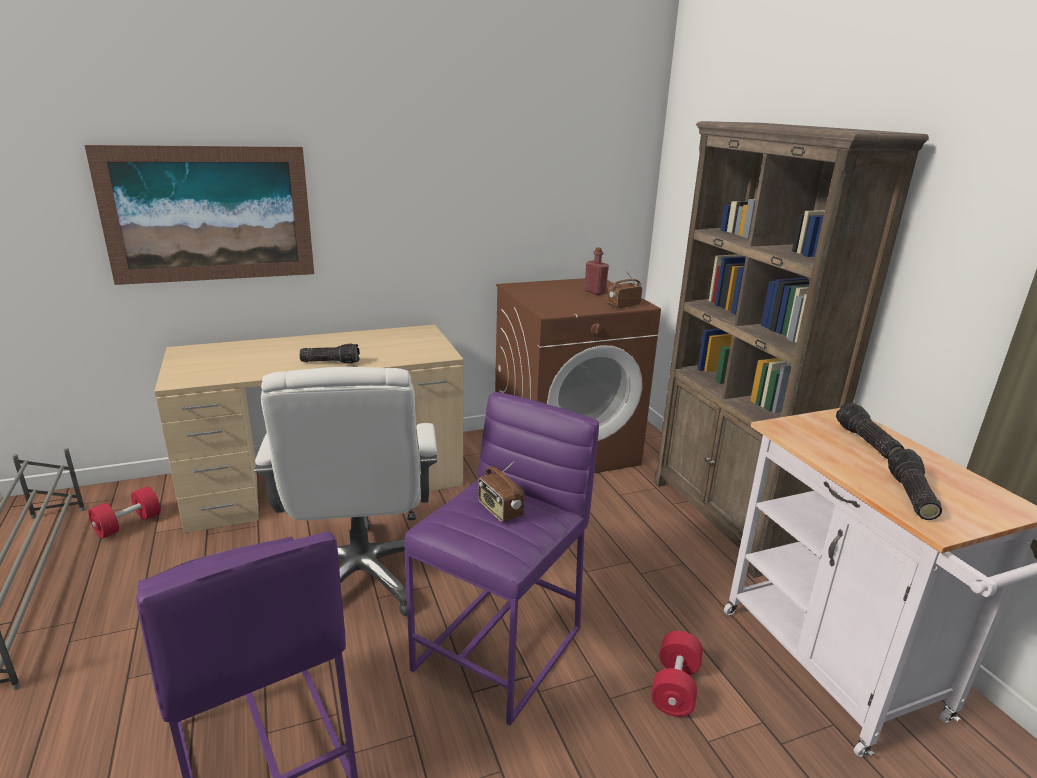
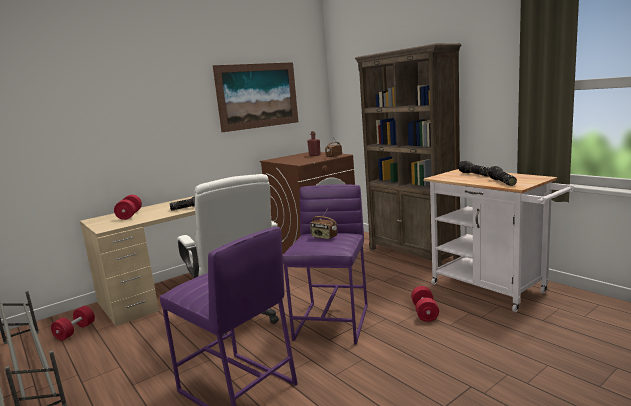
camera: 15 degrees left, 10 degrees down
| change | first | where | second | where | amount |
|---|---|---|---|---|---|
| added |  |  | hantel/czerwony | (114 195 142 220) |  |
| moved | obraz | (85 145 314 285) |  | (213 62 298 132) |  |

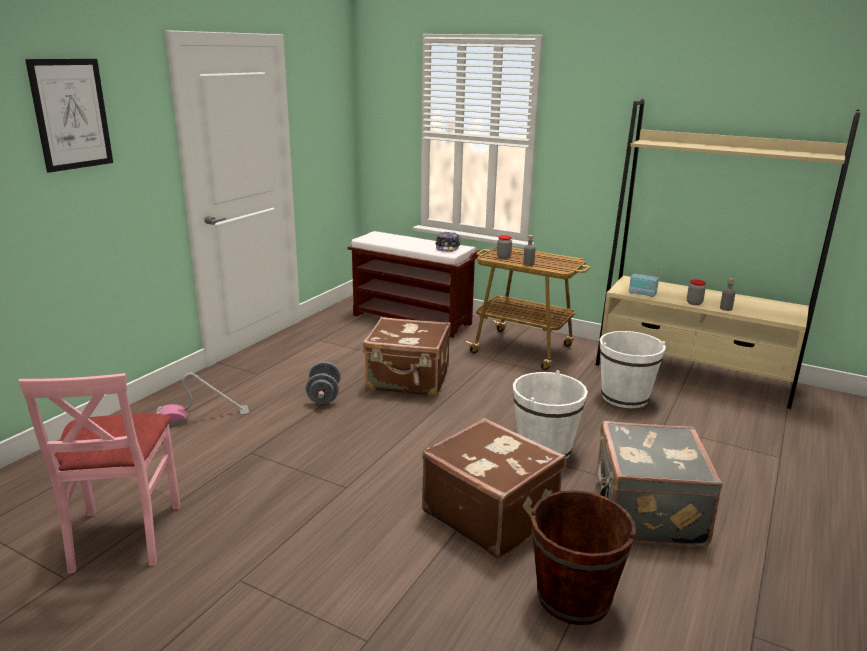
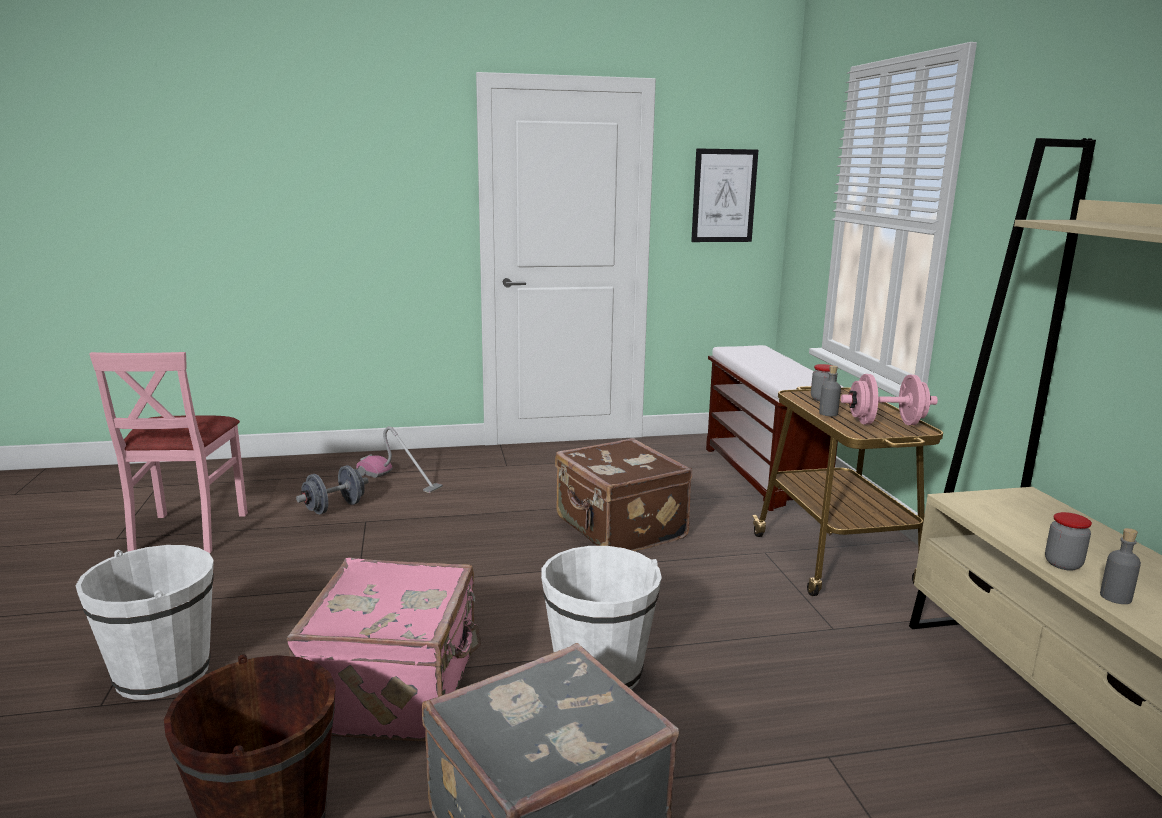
camera: 50 degrees right, 5 degrees down
| change | first | where | second | where | amount |
|---|---|---|---|---|---|
| removed | czapka z daszkiem | (435 232 461 252) |  |  |  |
| removed | radio | (629 267 660 297) |  |  |  |
| added |  |  | hantel/różowy | (841 374 938 425) |  |
| moved | obraz | (25 59 113 173) |  | (691 149 758 242) |  |
| moved | hantel/szary | (306 362 341 404) |  | (296 465 369 514) |  |
| moved | wiadro/biały | (600 331 666 408) |  | (76 545 214 700) |  |
| recoloured | walizka/brązowy | (422 418 566 559) | walizka/różowy | (287 558 481 742) |  |
| turned | krzesło/różowy | (18 373 180 574) |  | (90 352 248 553) | 45 degrees counterclockwise |

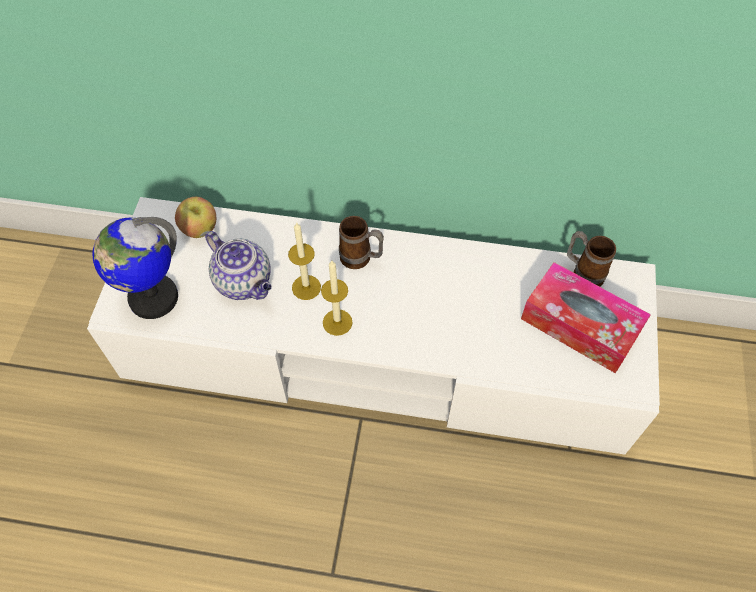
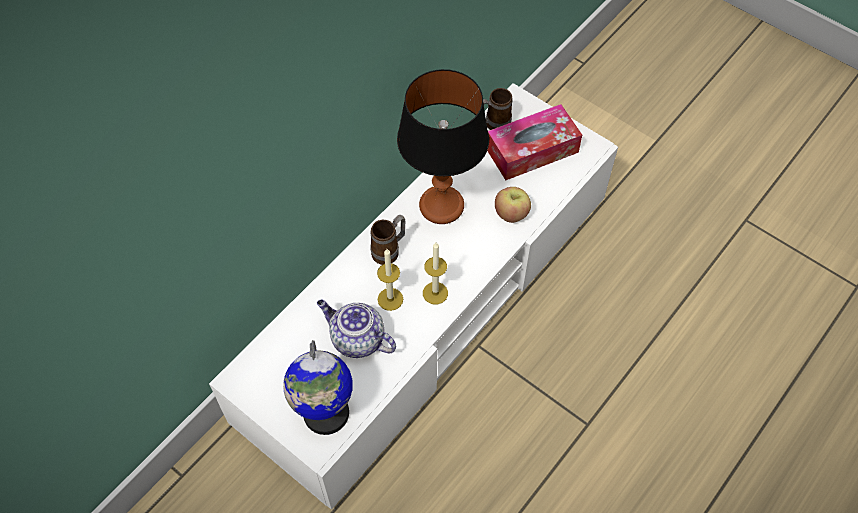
camera: 60 degrees left, 0 degrees up
| change | first | where | second | where | amount |
|---|---|---|---|---|---|
| added |  |  | lampa stołowa | (397 69 489 224) |  |
| moved | jabłko | (175 197 216 238) |  | (495 187 531 223) |  |
| turned | imbryk | (205 231 272 300) |  | (317 299 396 358) | 135 degrees counterclockwise |

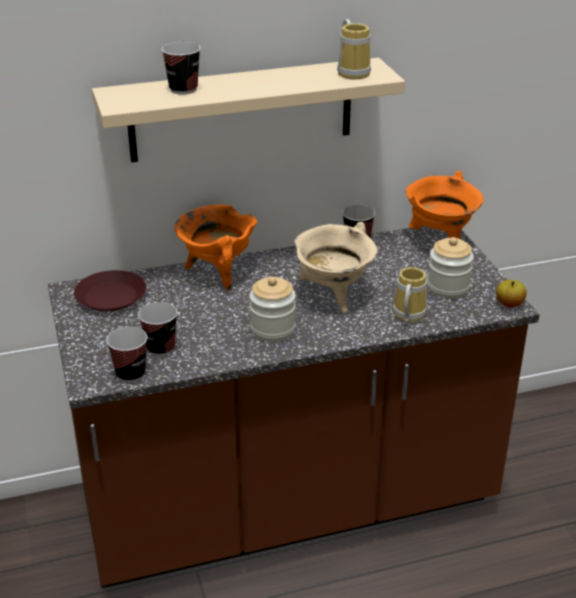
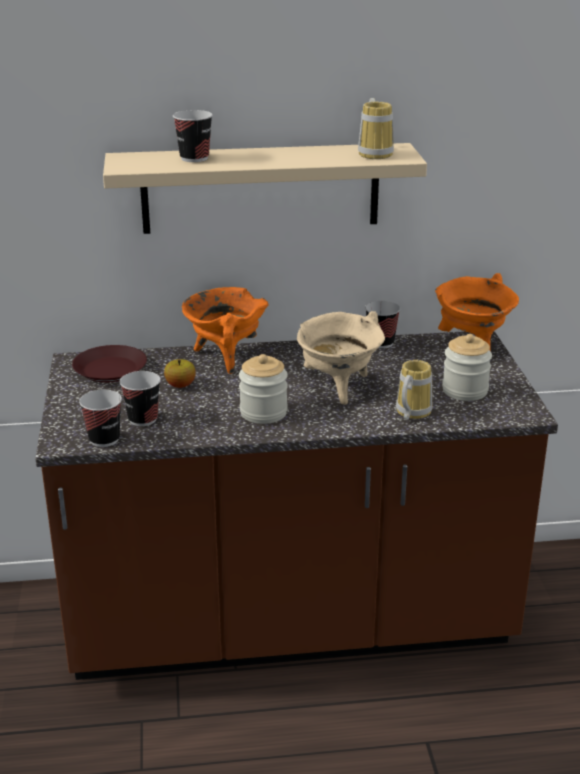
camera: 10 degrees right, 5 degrees down
| change | first | where | second | where | amount |
|---|---|---|---|---|---|
| moved | jabłko | (496 280 527 307) |  | (164 359 196 388) |  |

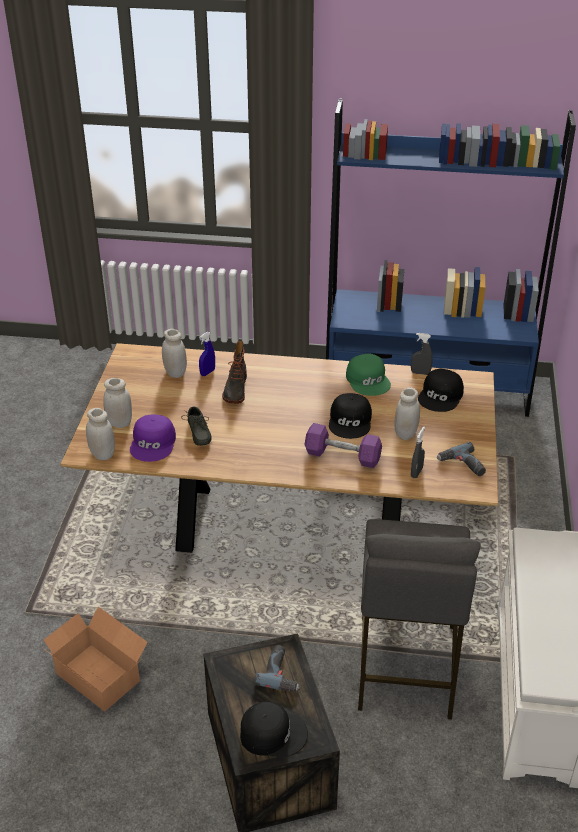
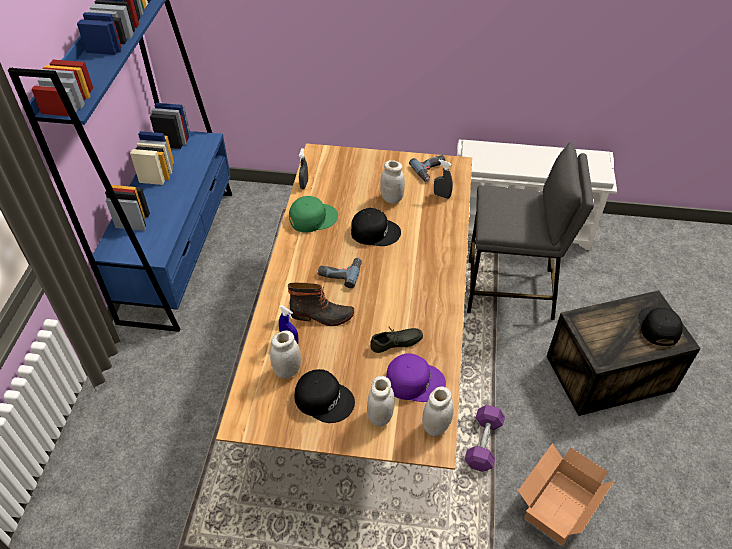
camera: 90 degrees left, 10 degrees up
| change | first | where | second | where | amount |
|---|---|---|---|---|---|
| moved | wiertarka | (254 645 300 692) |  | (318 258 362 288) |  |
| moved | hantel/fioletowy | (304 423 382 468) |  | (465 405 505 472) |  |
| moved | czapka z daszkiem/czarny | (418 369 464 412) |  | (294 369 355 423) |  |

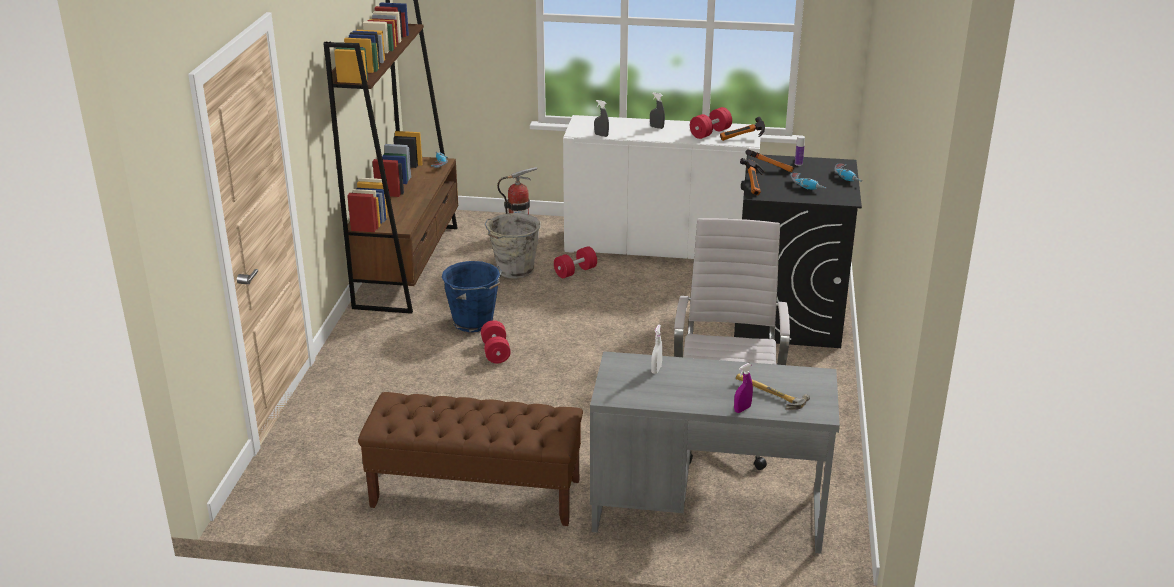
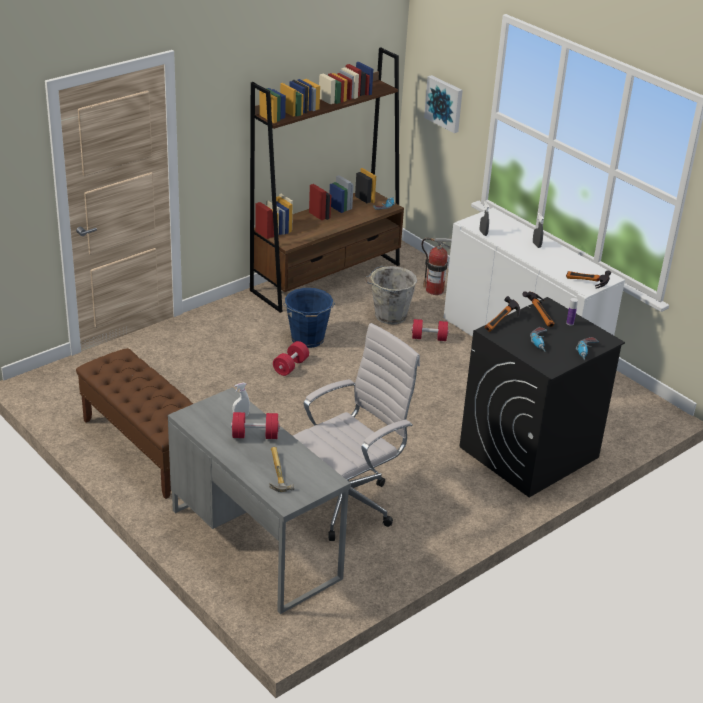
camera: 40 degrees right, 5 degrees up
| change | first | where | second | where | amount |
|---|---|---|---|---|---|
| removed | spryskiwacz/fioletowy | (734 363 753 413) |  |  |  |
| added |  |  | obraz | (424 75 463 133) |  |
| moved | hantel/czerwony | (690 107 732 139) |  | (231 412 280 439) |  |

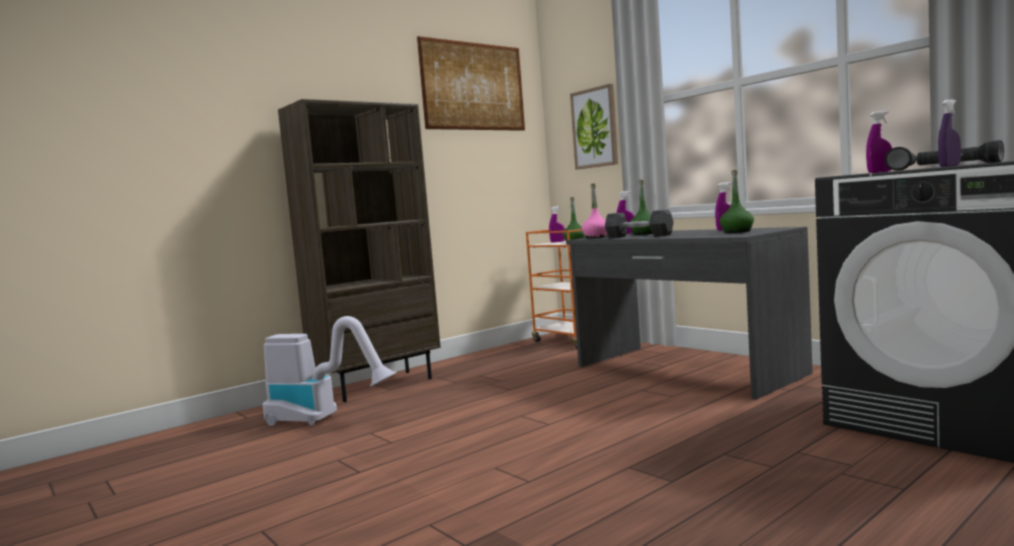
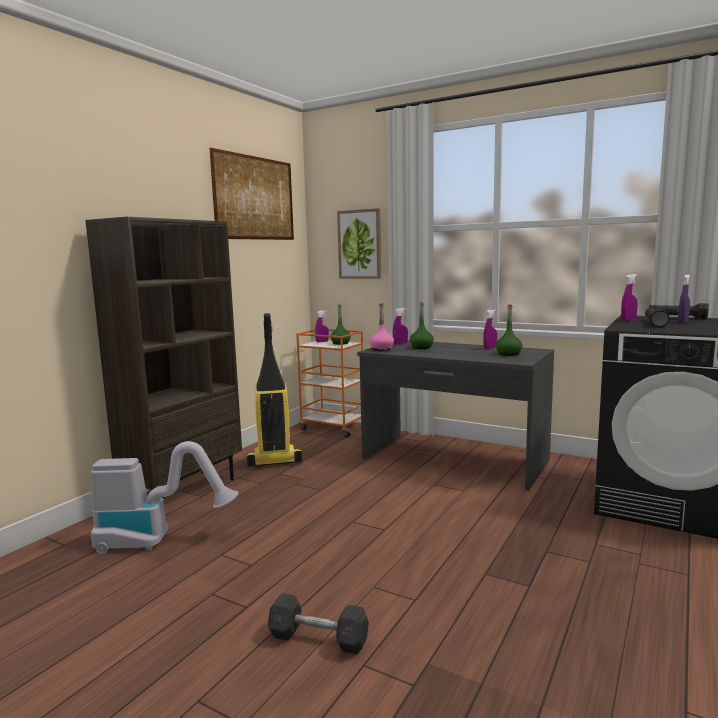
camera: 20 degrees left, 5 degrees up
| change | first | where | second | where | amount |
|---|---|---|---|---|---|
| added |  |  | odkurzacz | (247 313 302 467) |  |
| moved | hantel/szary | (605 210 674 238) |  | (268 593 369 654) |  |

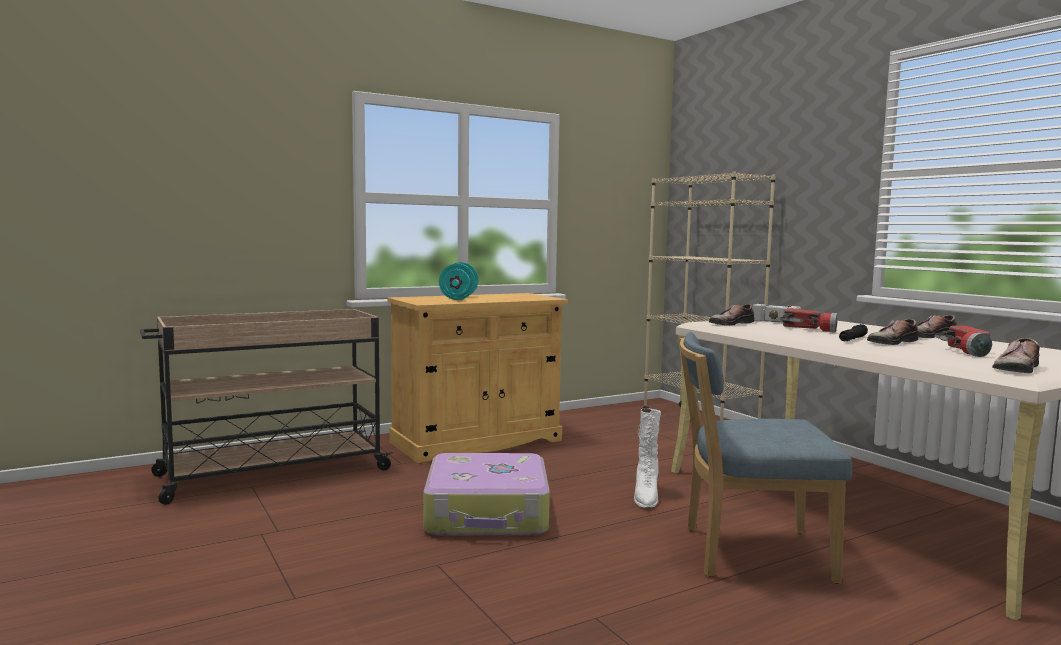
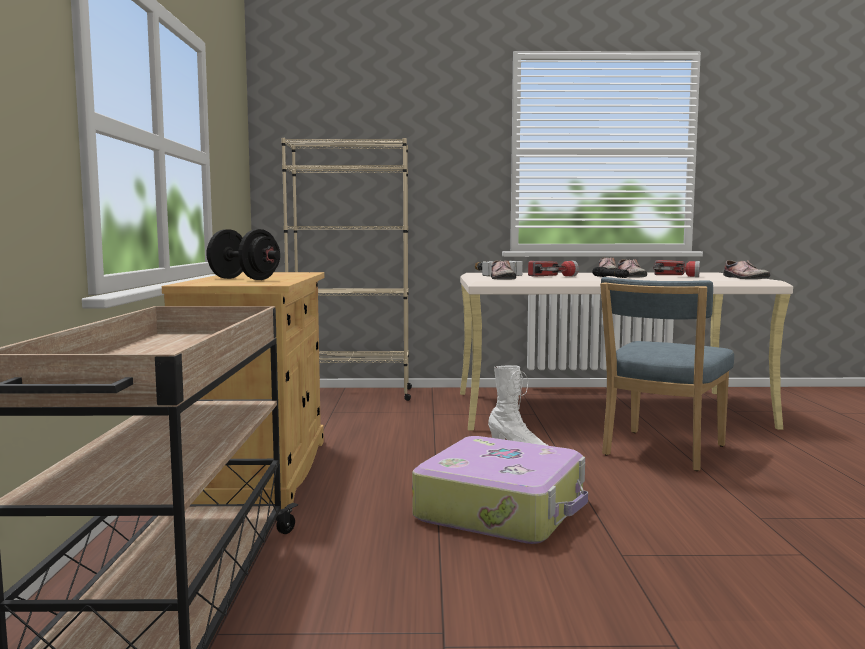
camera: 60 degrees left, 0 degrees up
| change | first | where | second | where | amount |
|---|---|---|---|---|---|
| recoloured | hantel/turkusowy | (439 262 479 300) | hantel/czarny | (206 229 280 280) |  |

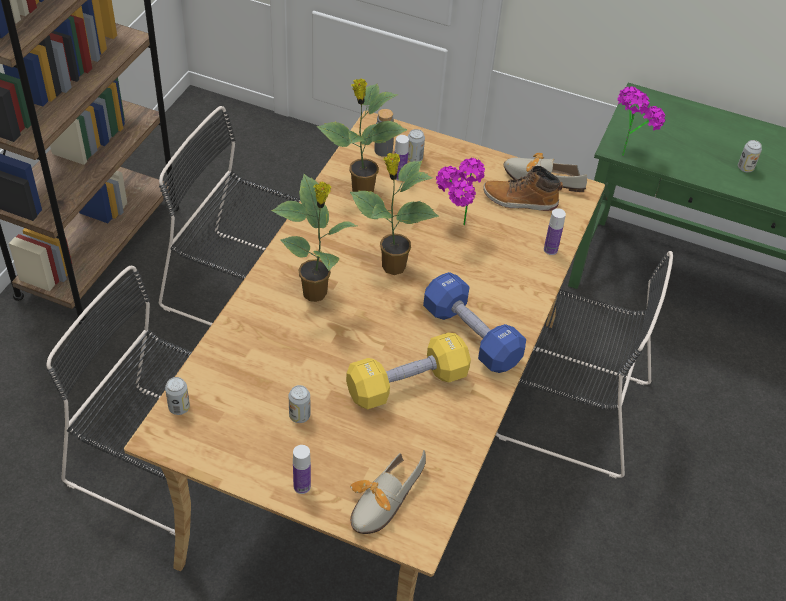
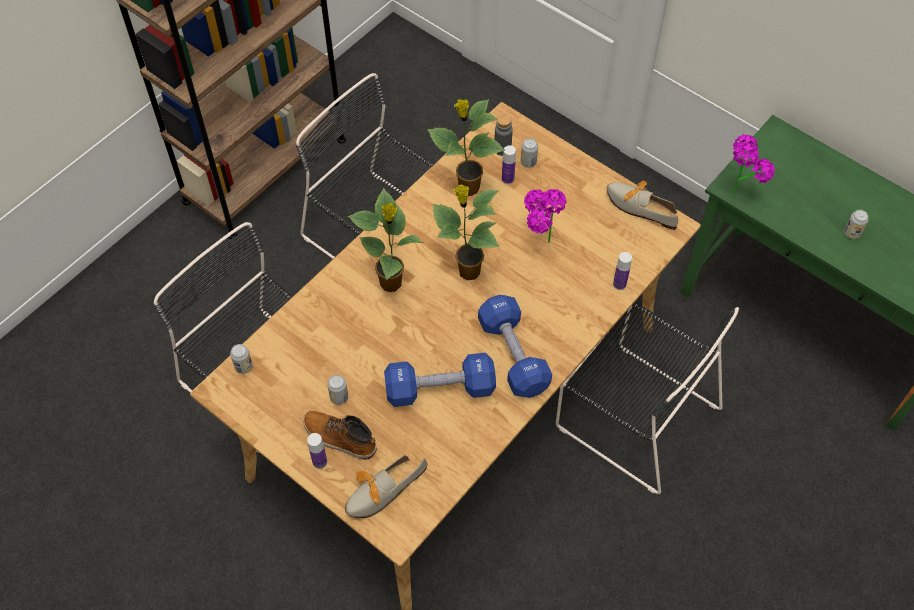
camera: 20 degrees right, 10 degrees up
| change | first | where | second | where | amount |
|---|---|---|---|---|---|
| moved | but z cholewką | (483 166 563 211) |  | (303 411 377 460) |  |
| recoloured | hantel/żółty | (346 333 471 409) | hantel/niebieski | (384 353 496 407) |  |

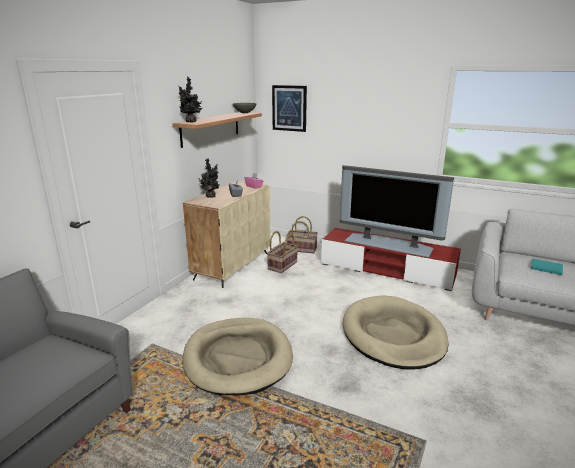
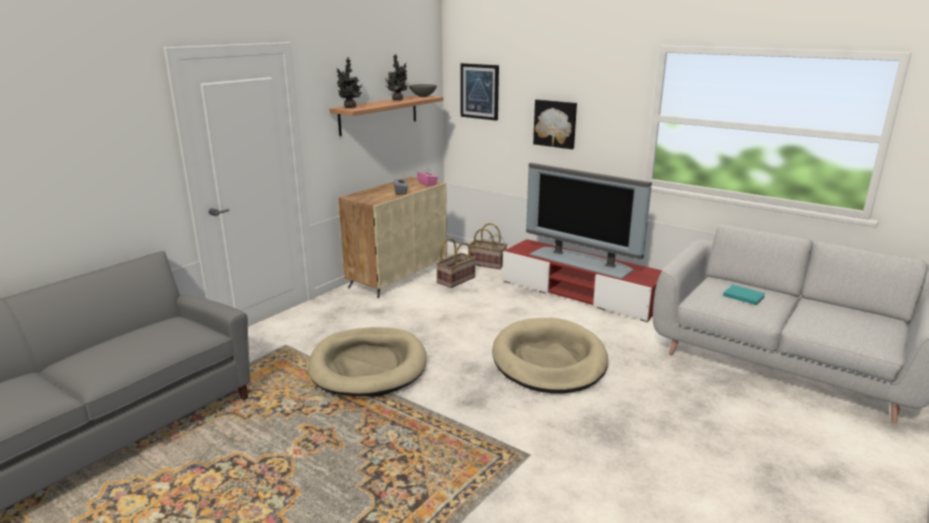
camera: 10 degrees right, 0 degrees up
| change | first | where | second | where | amount |
|---|---|---|---|---|---|
| added |  |  | obraz | (533 99 577 149) |  |
| moved | roślina doniczkowa | (199 158 220 198) |  | (385 54 408 100) |  |

